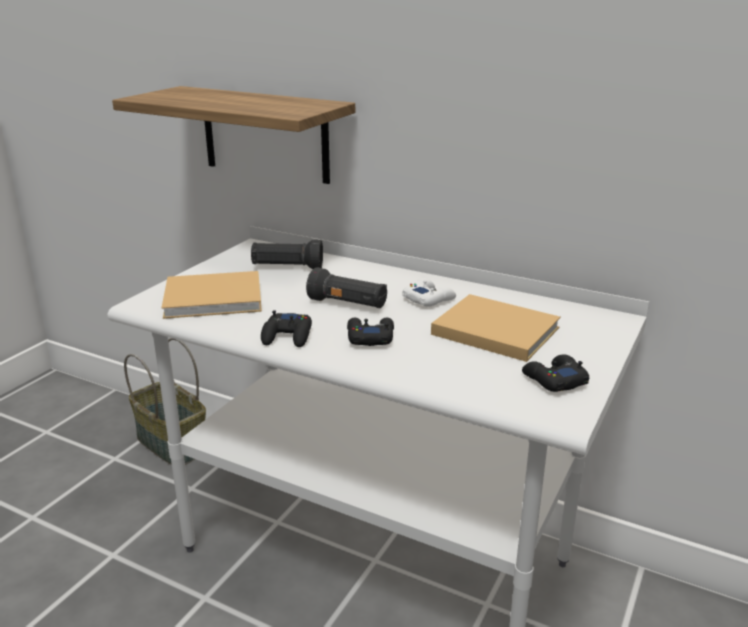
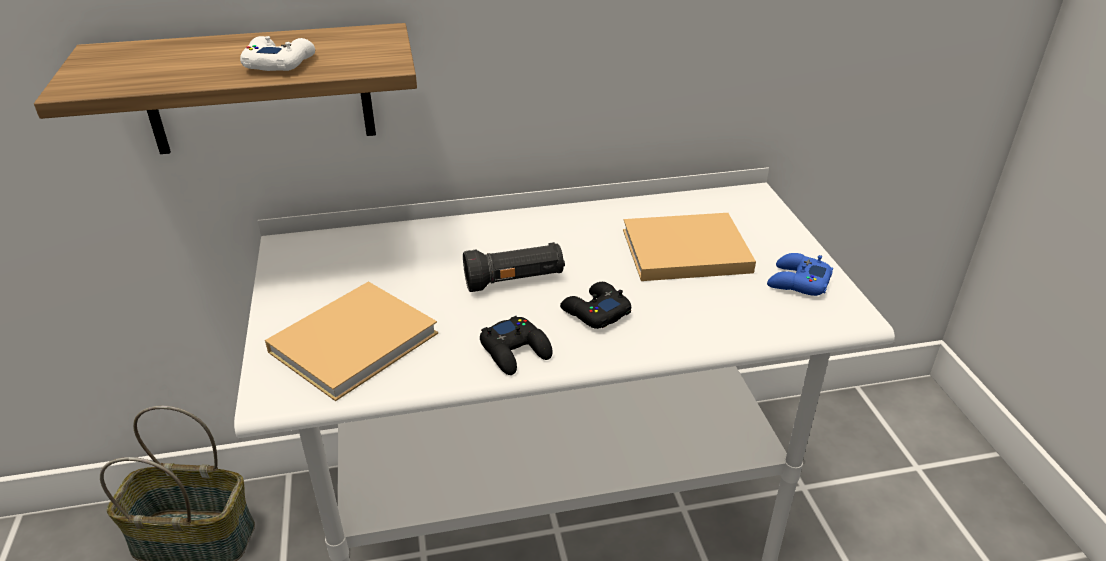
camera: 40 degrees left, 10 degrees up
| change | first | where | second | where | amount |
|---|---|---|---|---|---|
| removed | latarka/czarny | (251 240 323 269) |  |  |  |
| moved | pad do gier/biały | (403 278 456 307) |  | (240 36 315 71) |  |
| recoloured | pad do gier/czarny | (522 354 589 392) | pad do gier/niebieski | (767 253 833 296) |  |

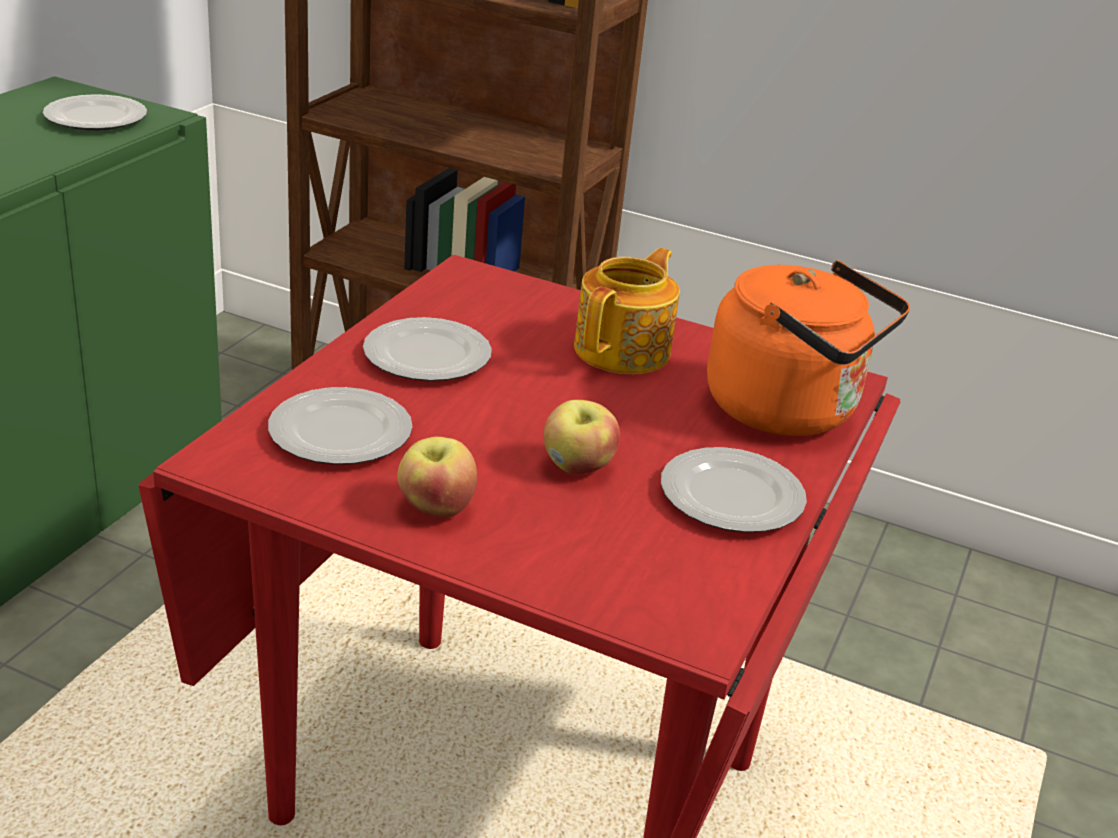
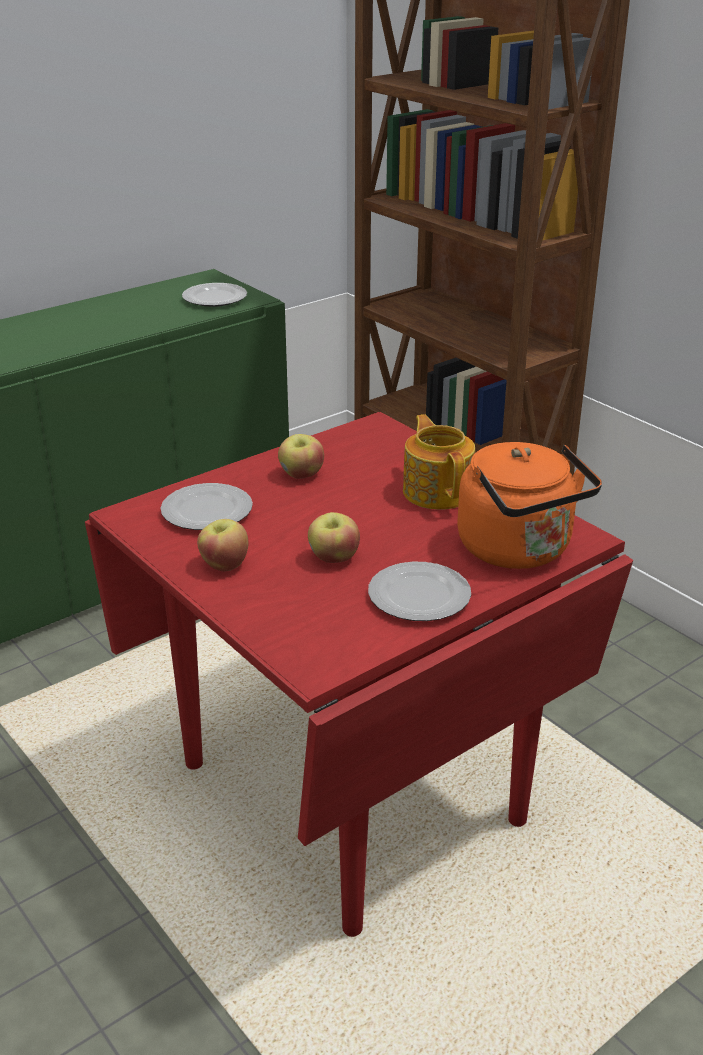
camera: 30 degrees right, 0 degrees up
| change | first | where | second | where | amount |
|---|---|---|---|---|---|
| replaced | talerz | (363 317 492 381) | jabłko | (278 434 324 479) |  |
| turned | imbryk | (574 248 680 374) |  | (403 414 475 510) | 75 degrees counterclockwise |

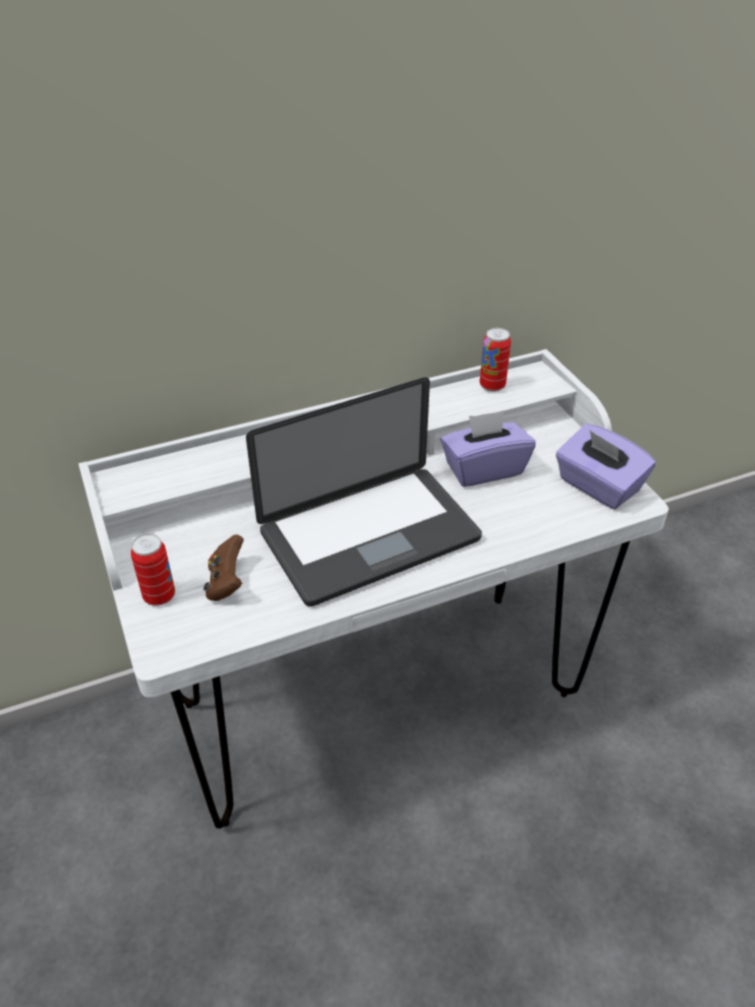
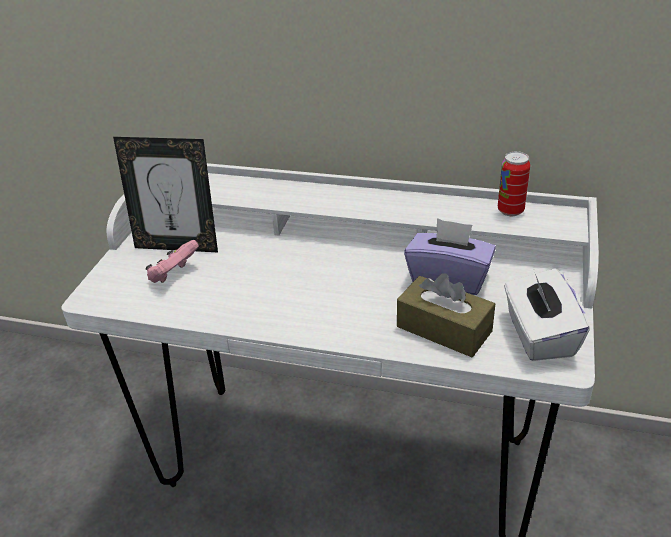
camera: 40 degrees right, 5 degrees down
| change | first | where | second | where | amount |
|---|---|---|---|---|---|
| removed | puszka | (131 534 175 606) |  |  |  |
| removed | laptop | (246 377 482 607) |  |  |  |
| added |  |  | ramka na zdjęcie | (113 137 218 252) |  |
| added |  |  | pudełko chusteczek/brązowy | (397 273 495 357) |  |
| recoloured | pad do gier/brązowy | (204 535 244 601) | pad do gier/różowy | (146 240 199 283) |  |
| recoloured | pudełko chusteczek/fioletowy | (556 424 656 509) | pudełko chusteczek/biały | (504 268 590 361) |  |

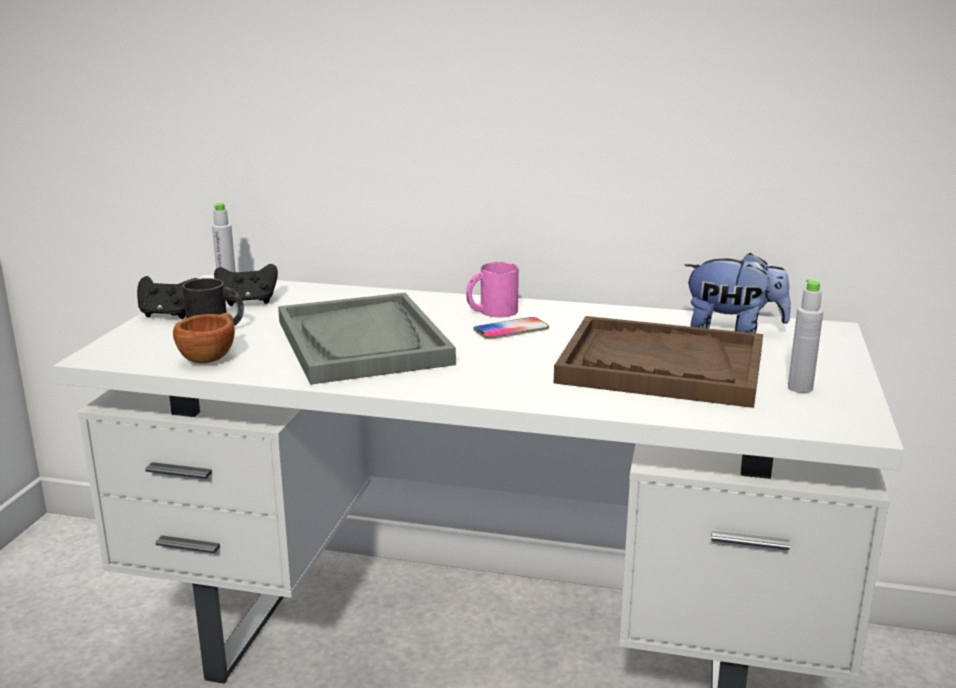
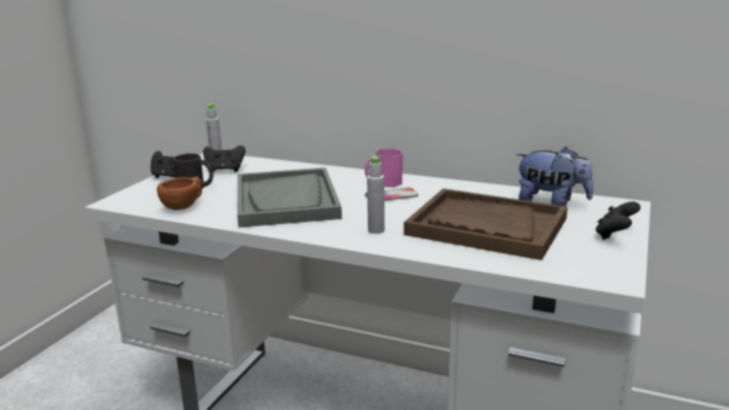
camera: 10 degrees right, 0 degrees up
| change | first | where | second | where | amount |
|---|---|---|---|---|---|
| added |  |  | pad do gier/czarny | (595 202 640 240) |  |
| moved | butelka/szary | (788 279 823 393) |  | (367 155 385 234) |  |

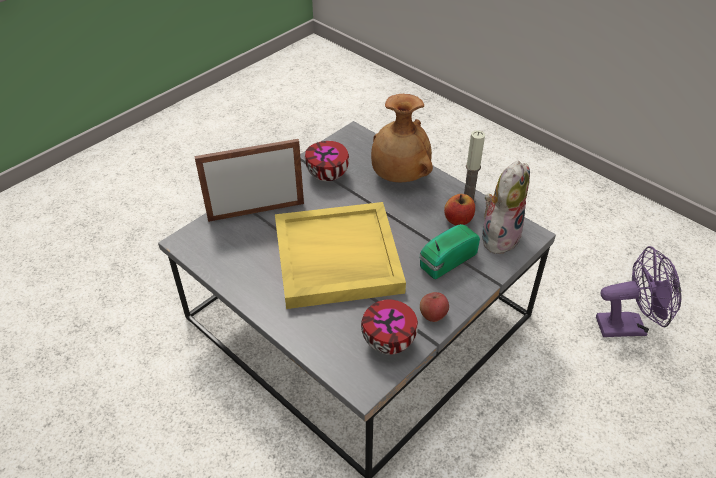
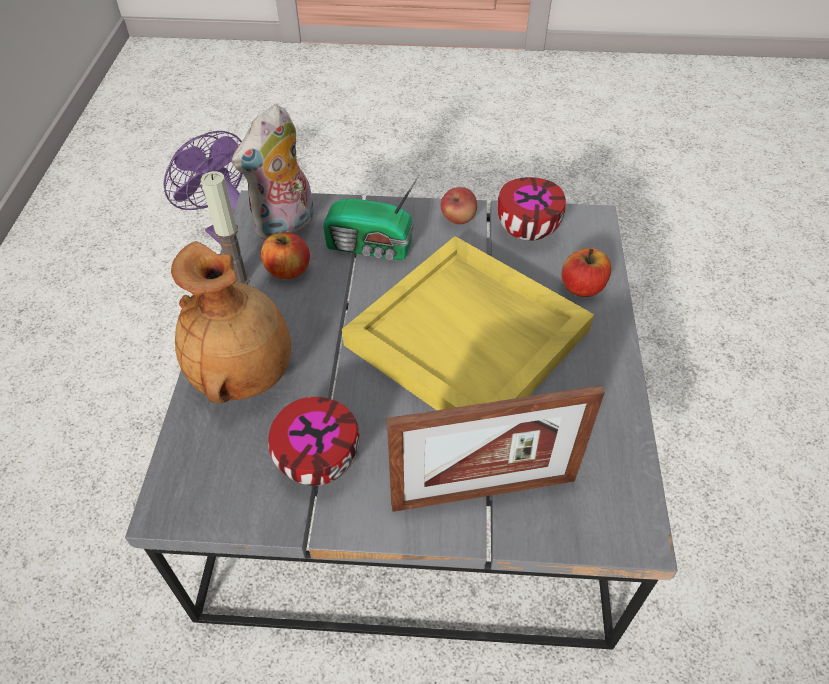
camera: 130 degrees left, 5 degrees up
| change | first | where | second | where | amount |
|---|---|---|---|---|---|
| added |  |  | jabłko | (562 248 611 297) |  |
| turned | ramka na zdjęcie | (194 139 304 222) |  | (387 385 605 512) | 45 degrees counterclockwise |
| turned | pluszak | (482 161 530 254) |  | (232 104 314 240) | 45 degrees counterclockwise |

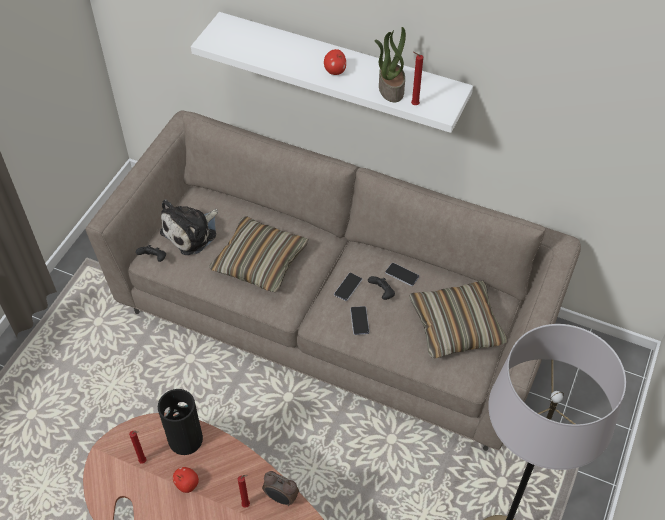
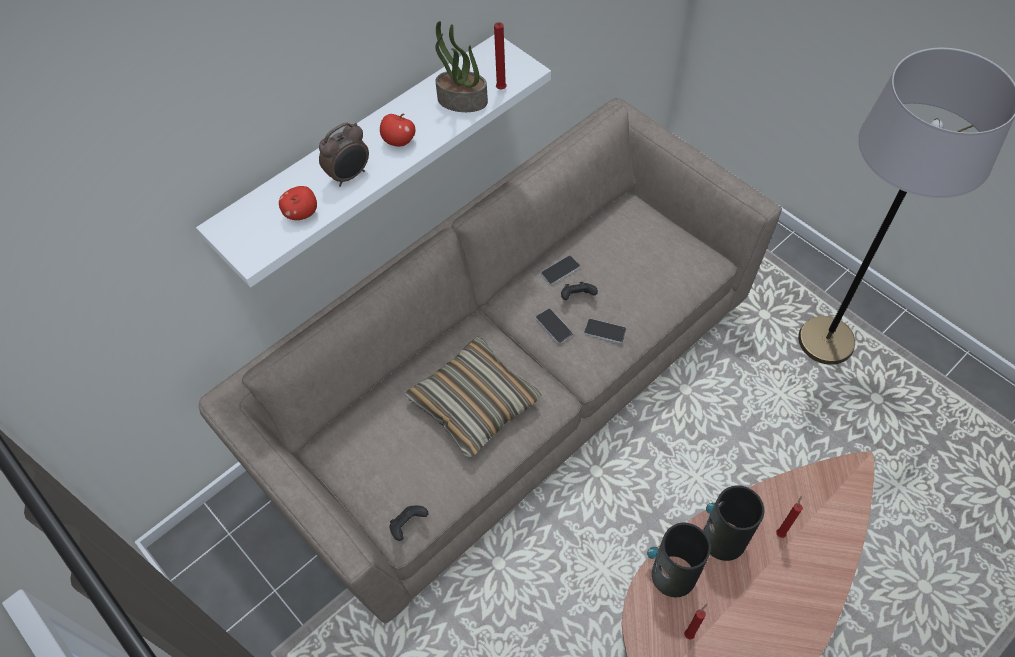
camera: 65 degrees left, 5 degrees up
| change | first | where | second | where | amount |
|---|---|---|---|---|---|
| removed | pluszak | (160 200 218 255) |  |  |  |
| removed | poduszka | (409 281 508 358) |  |  |  |
| added |  |  | wazon | (703 485 764 561) |  |
| moved | jabłko | (173 467 199 493) |  | (279 186 317 220) |  |
| moved | budzik | (262 471 299 506) |  | (319 122 369 187) |  |

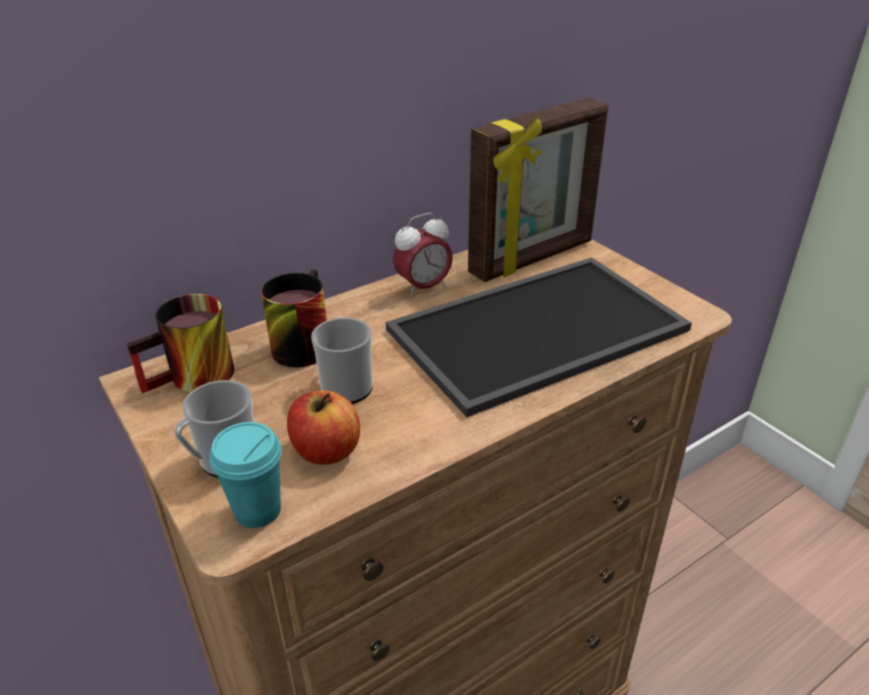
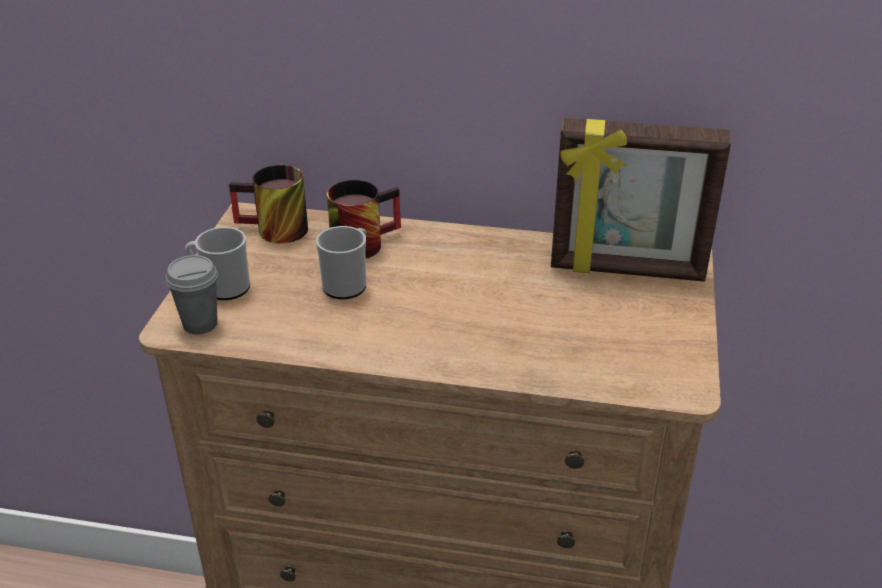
camera: 45 degrees right, 0 degrees up
| change | first | where | second | where | amount |
|---|---|---|---|---|---|
| removed | jabłko | (287 390 360 465) |  |  |  |
| removed | taca | (386 257 692 417) |  |  |  |
| removed | budzik | (393 213 453 298) |  |  |  |
| recoloured | filiżanka/turkusowy | (209 422 282 528) | filiżanka/szary | (166 255 218 334) |  |

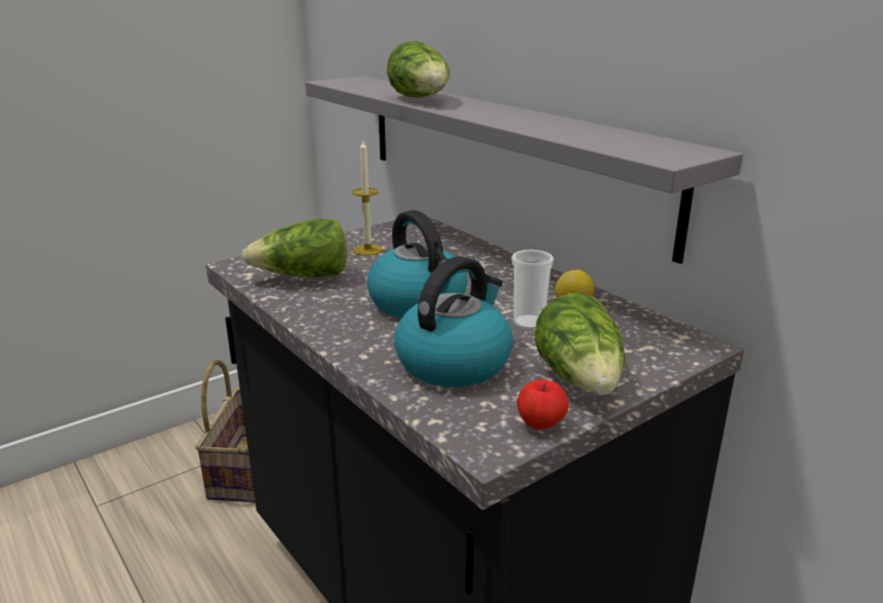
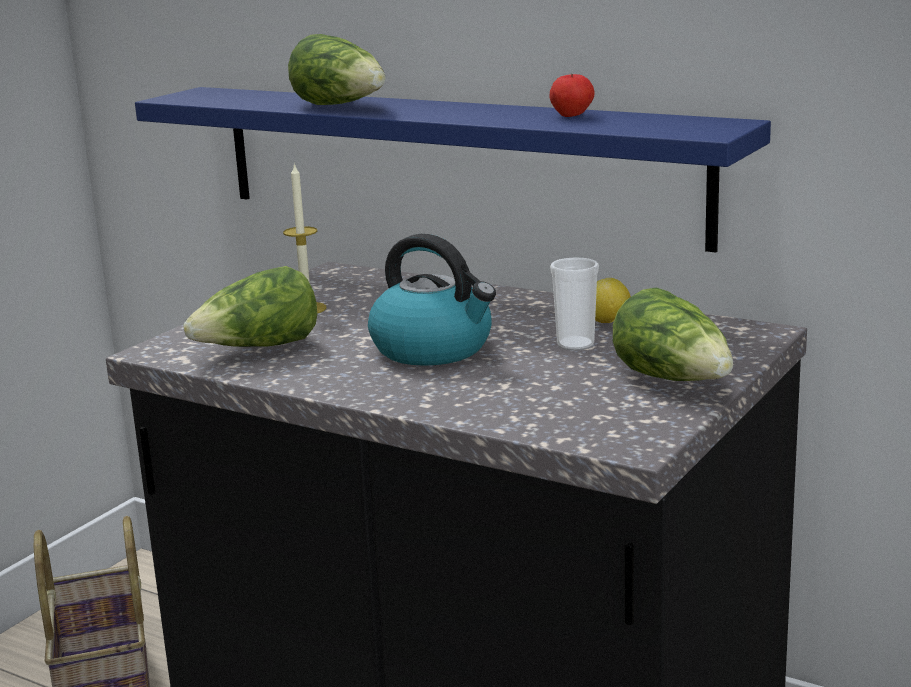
camera: 20 degrees left, 5 degrees down
| change | first | where | second | where | amount |
|---|---|---|---|---|---|
| removed | czajnik | (394 256 513 387) |  |  |  |
| moved | jabłko | (517 379 569 430) |  | (550 74 595 117) |  |
| recoloured | półka/szary | (305 76 743 264) | półka/niebieski | (135 87 771 253) |  |

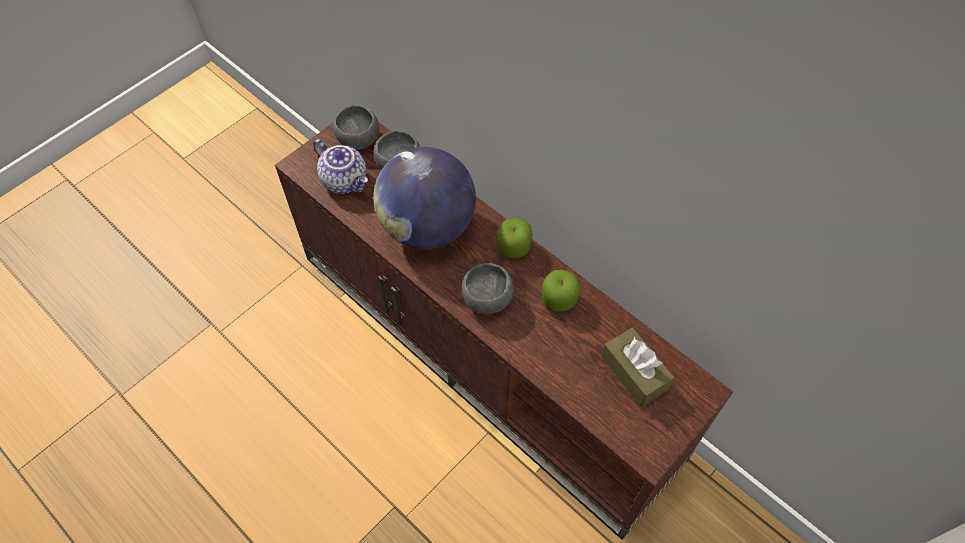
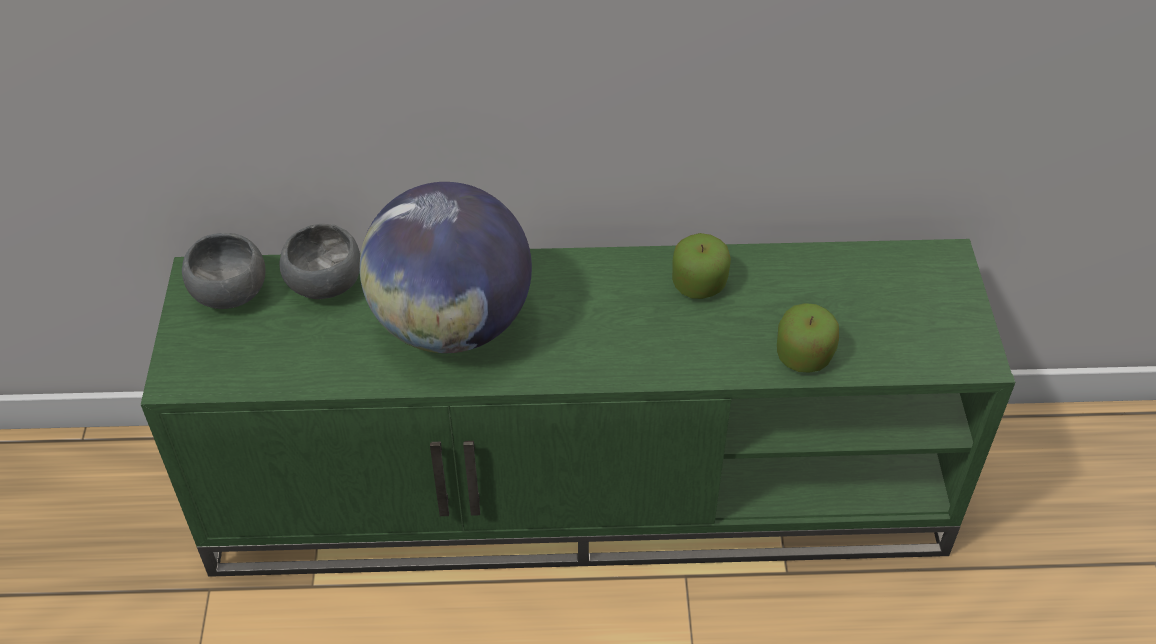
camera: 45 degrees left, 10 degrees down
| change | first | where | second | where | amount |
|---|---|---|---|---|---|
| removed | imbryk | (313 139 368 194) |  |  |  |
| removed | miska/szary | (462 263 514 314) |  |  |  |
| removed | pudełko chusteczek/brązowy | (601 328 675 407) |  |  |  |
| moved | jabłko | (496 218 533 258) |  | (777 303 839 373) |  |
| recoloured | szafka pod telewizor/brązowy | (275 123 733 540) | szafka pod telewizor/zielony | (141 239 1016 577) |  |

